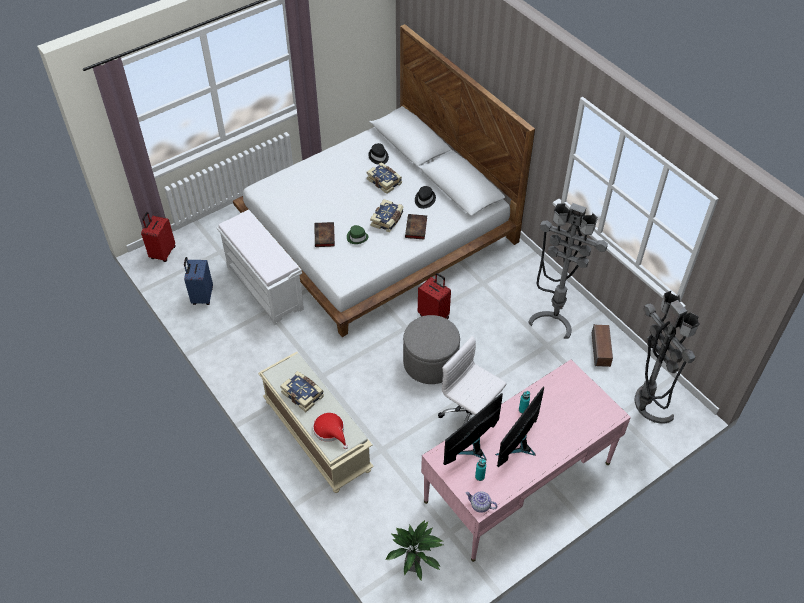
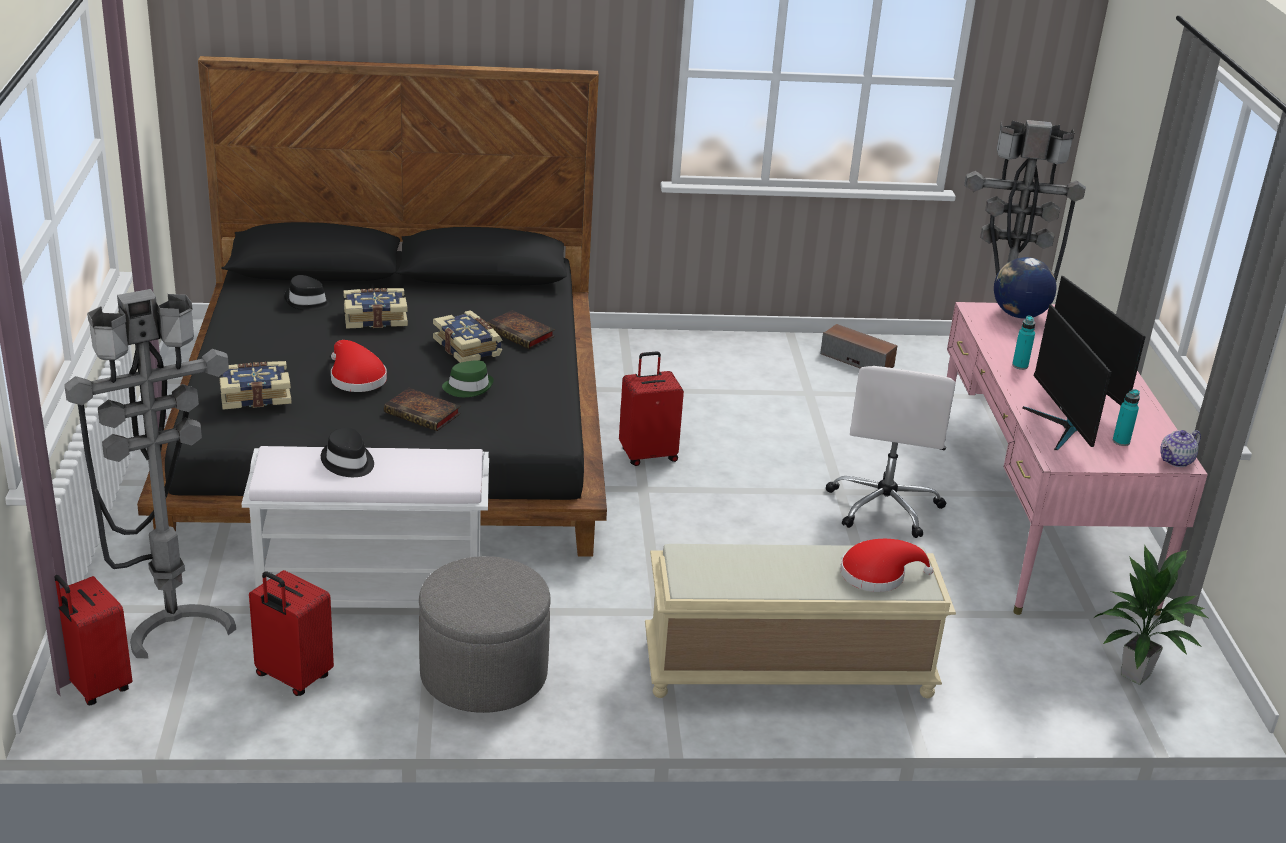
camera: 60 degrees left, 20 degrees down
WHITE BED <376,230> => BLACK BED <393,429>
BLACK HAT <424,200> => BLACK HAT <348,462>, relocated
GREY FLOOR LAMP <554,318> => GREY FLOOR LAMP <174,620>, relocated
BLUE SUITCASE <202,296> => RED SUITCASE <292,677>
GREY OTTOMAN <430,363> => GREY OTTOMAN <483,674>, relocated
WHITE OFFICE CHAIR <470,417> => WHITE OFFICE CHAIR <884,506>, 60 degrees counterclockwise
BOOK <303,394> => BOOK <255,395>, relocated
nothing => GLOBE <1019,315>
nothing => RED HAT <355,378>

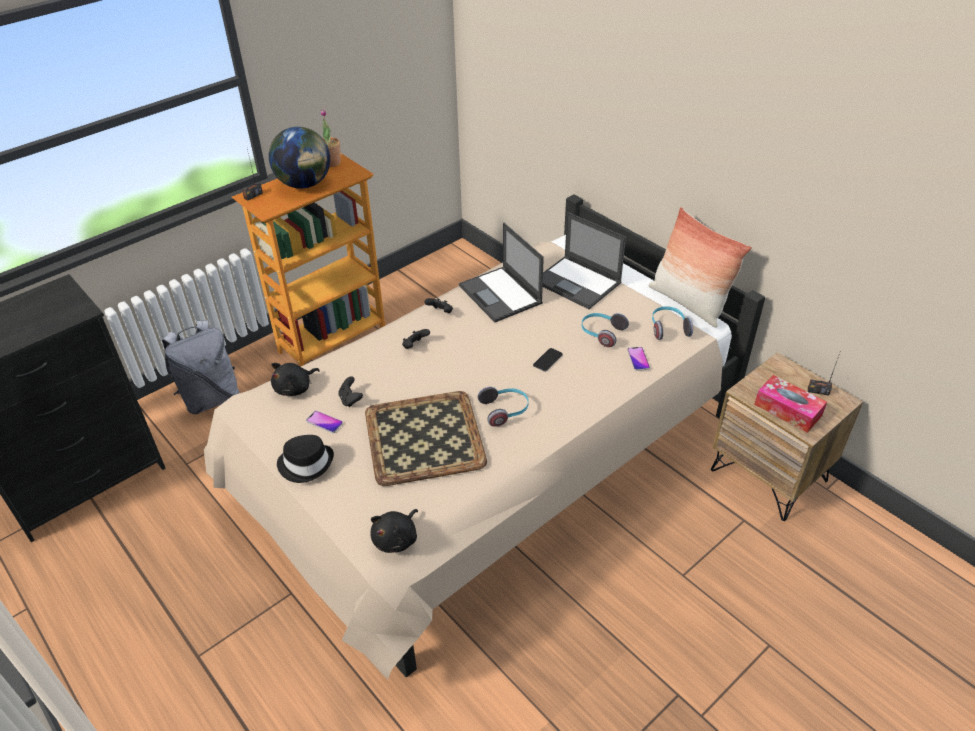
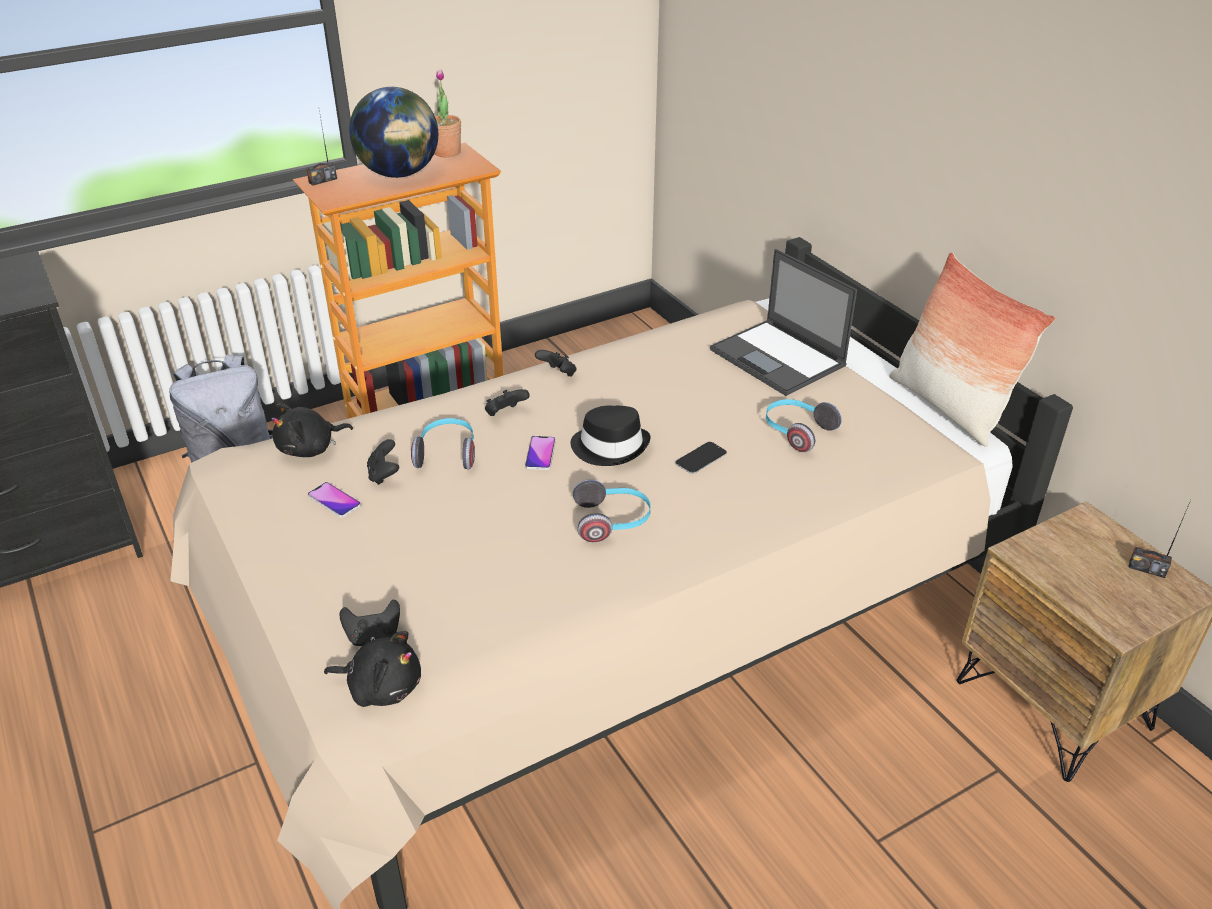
camera: 10 degrees right, 5 degrees down
LAPTOP <501,295> => nothing
HEADPHONES <668,328> => HEADPHONES <447,453>, relocated
PHONE <638,359> => PHONE <540,454>, relocated
TISSUE BOX <787,410> => nothing
TRAY <423,437> => nothing
BLACK HAT <306,463> => BLACK HAT <610,446>, relocated
BLACK PLUSH TOY <397,539> => BLACK PLUSH TOY <382,687>, 120 degrees counterclockwise
nothing => BLACK GAME CONTROLLER <373,636>

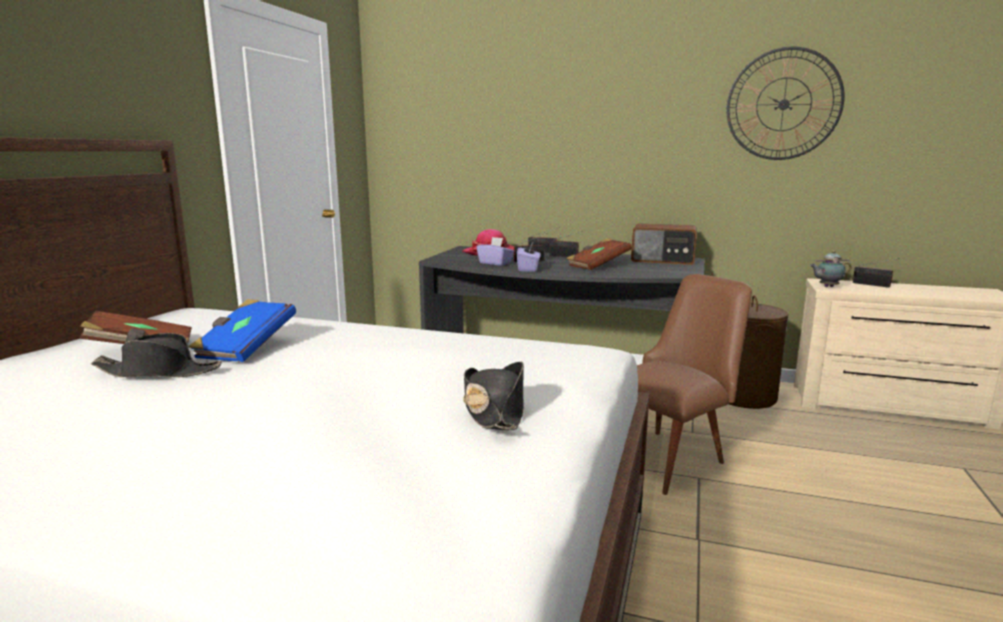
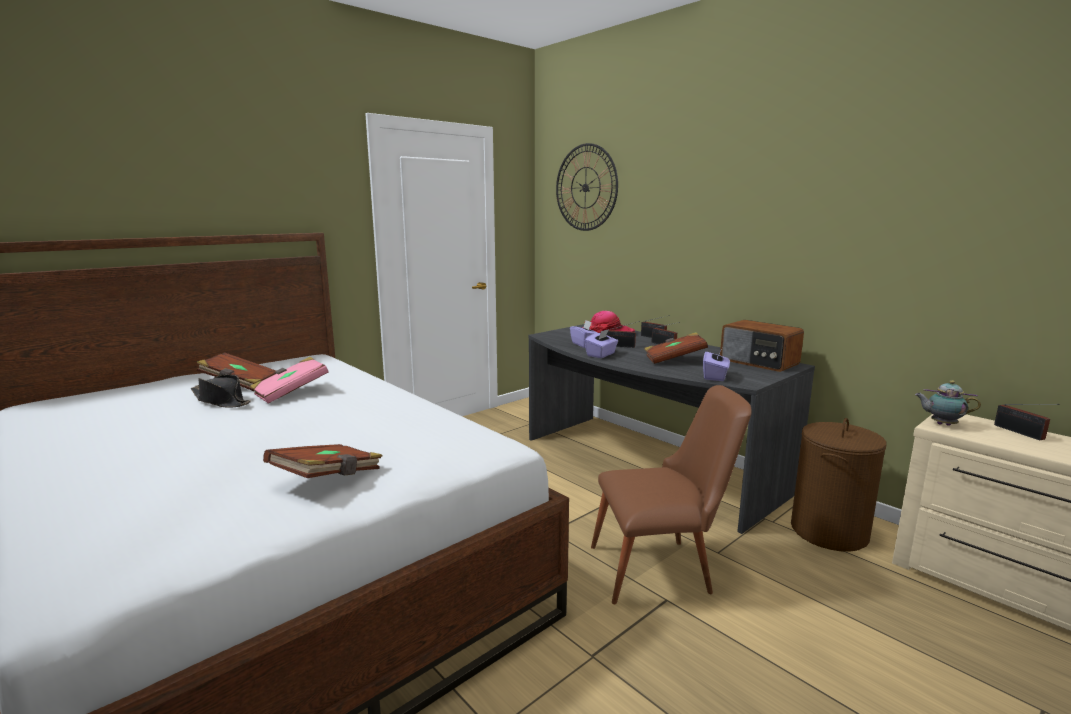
camera: 30 degrees right, 0 degrees up
WALL CLOCK <783,104> => WALL CLOCK <585,187>, relocated
BLUE BOOK <246,348> => PINK BOOK <290,393>
BLACK HAT <494,410> => BROWN BOOK <328,479>
nothing => PURPLE TISSUE BOX <715,376>

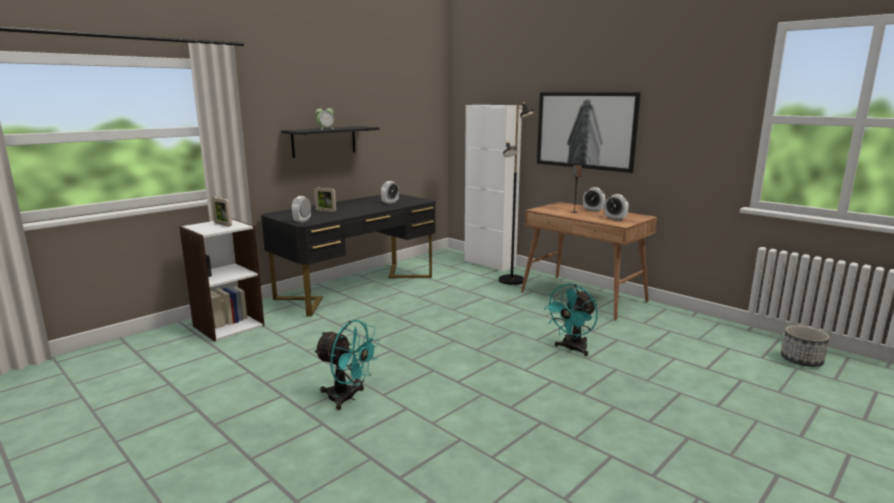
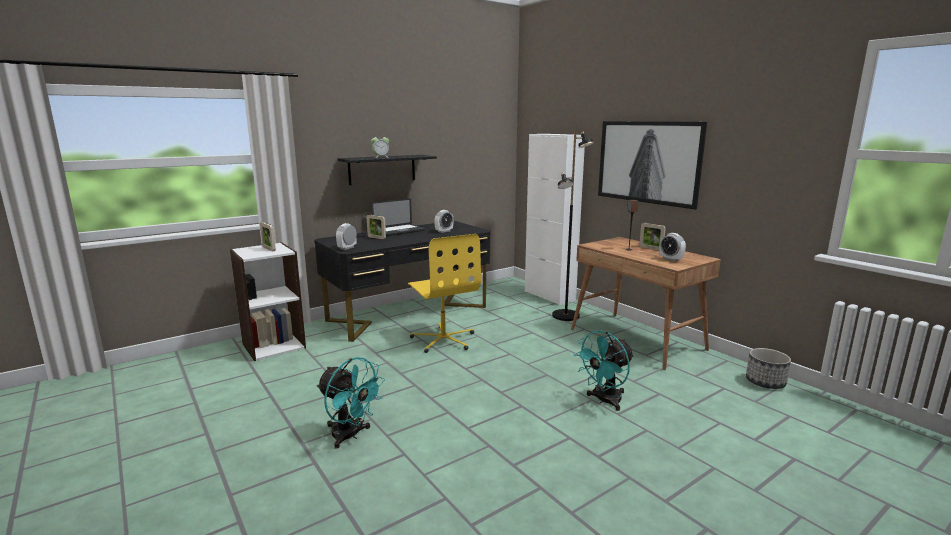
camera: 10 degrees right, 0 degrees up
ALARM CLOCK <593,210> => PICTURE FRAME <651,248>
PLANTER <801,360> => PLANTER <765,382>, relocated
nothing => LAPTOP <399,231>
nothing => YELLOW OFFICE CHAIR <443,339>

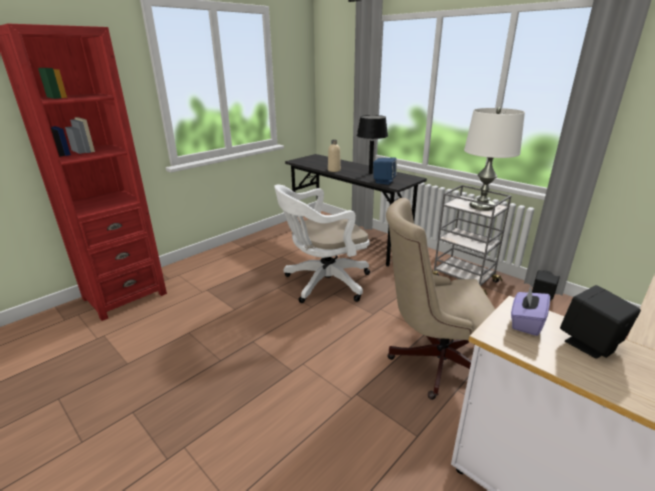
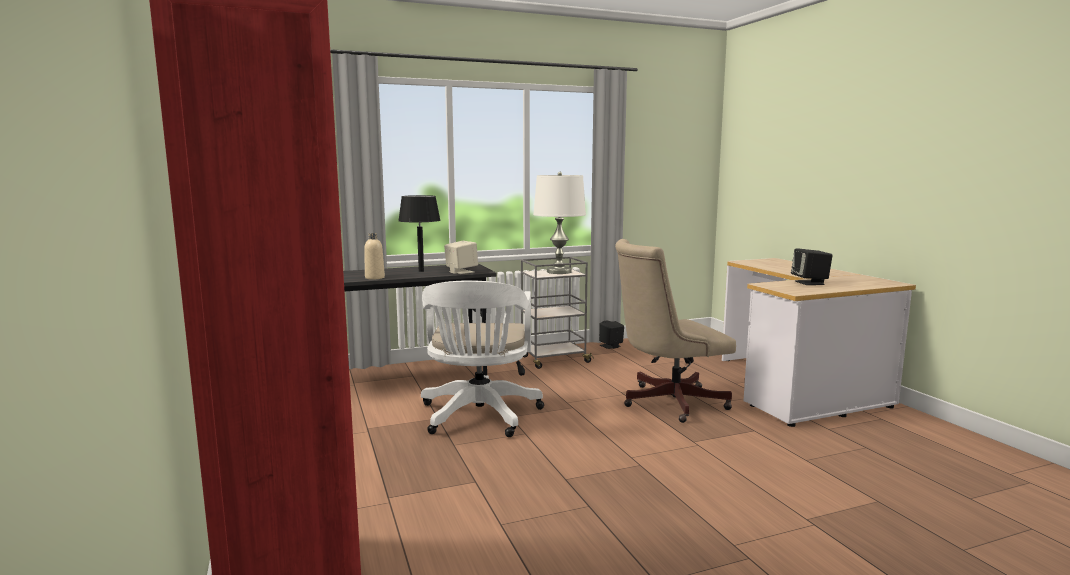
camera: 65 degrees left, 15 degrees down
BLUE SPEAKER <384,181> => BEIGE SPEAKER <461,272>
BEIGE OFFICE CHAIR <433,361> => BEIGE OFFICE CHAIR <667,402>, 45 degrees clockwise
PURPLE TISSUE BOX <526,322> => nothing

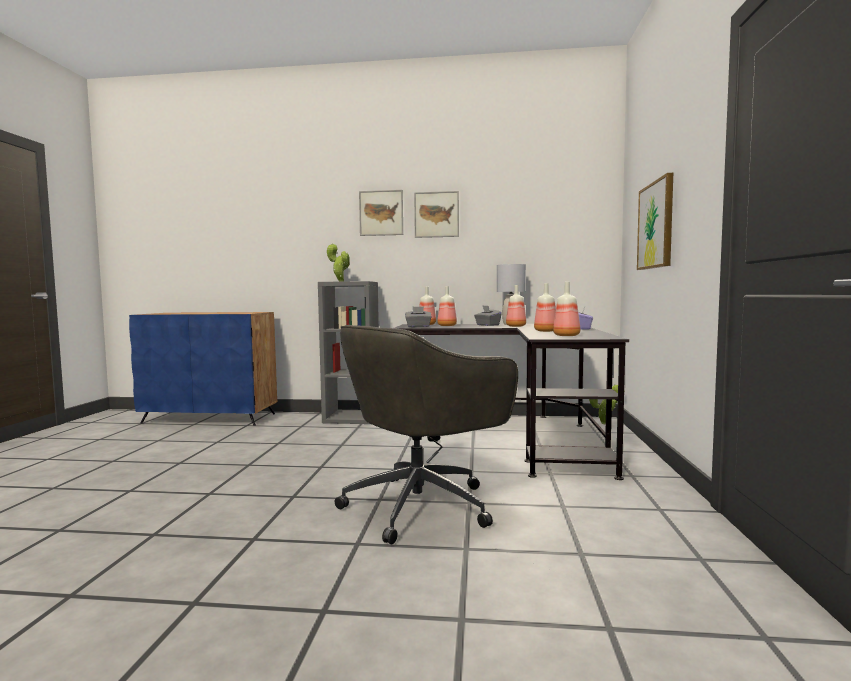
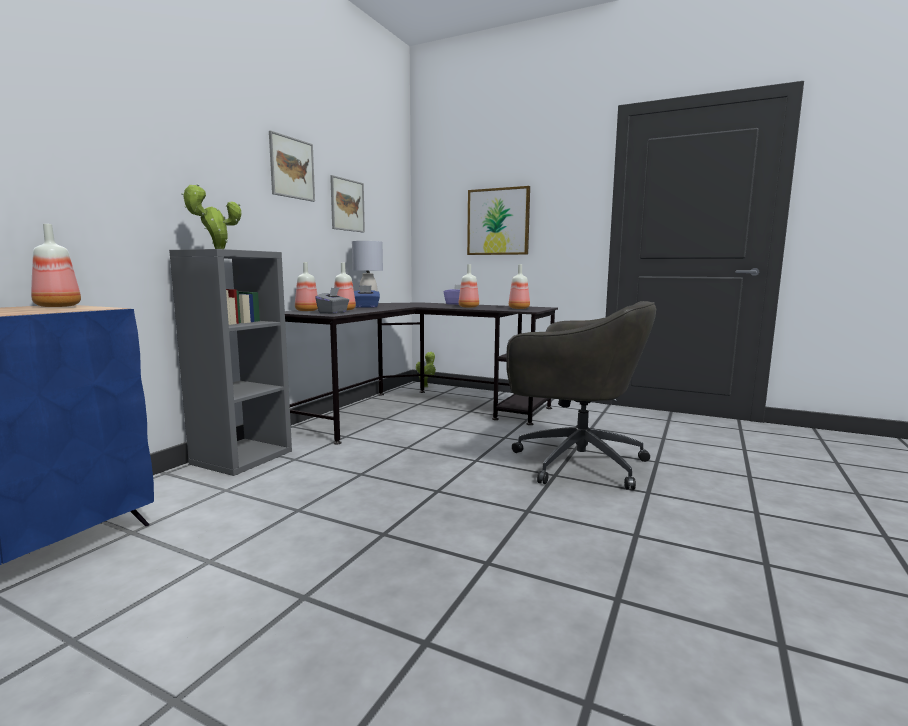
camera: 70 degrees left, 5 degrees up
PICTURE <381,213> => PICTURE <347,205>, relocated
BOTTLE <515,326> => BOTTLE <58,306>, relocated
GREY TISSUE BOX <487,325> => BLUE TISSUE BOX <366,307>
GREY OFFICE CHAIR <422,505> => GREY OFFICE CHAIR <575,462>, 45 degrees counterclockwise

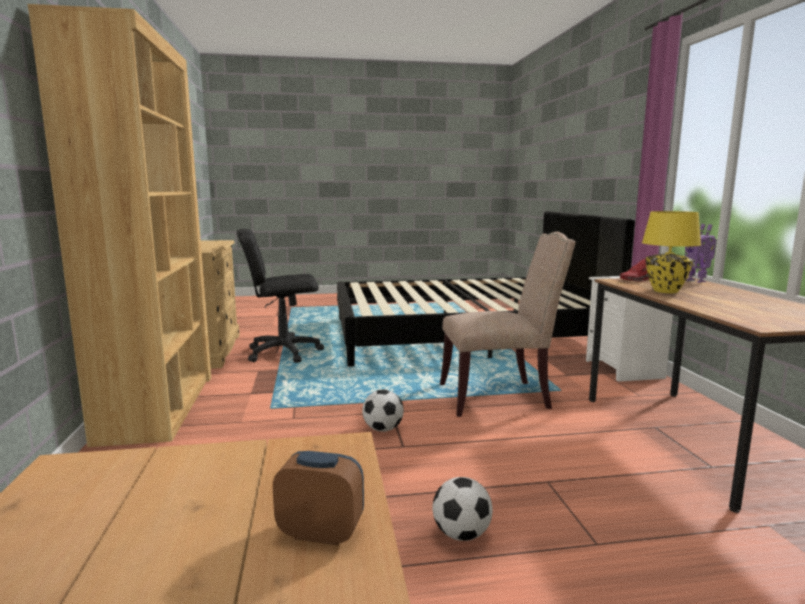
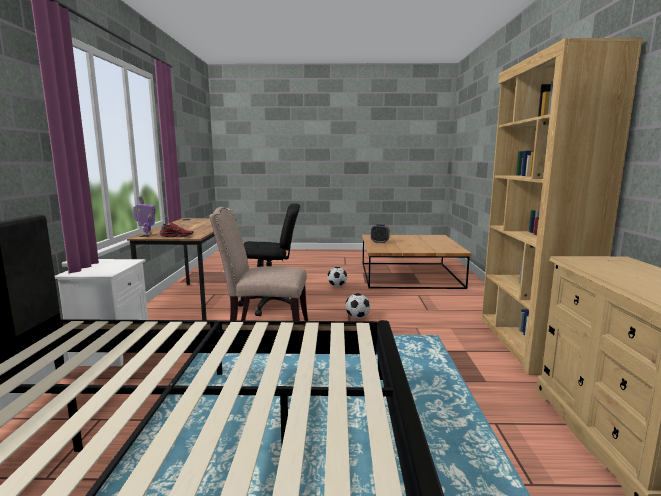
camera: 170 degrees left, 0 degrees up
YELLOW TABLE LAMP <665,291> => nothing
BLACK OFFICE CHAIR <283,352> => BLACK OFFICE CHAIR <270,305>, relocated

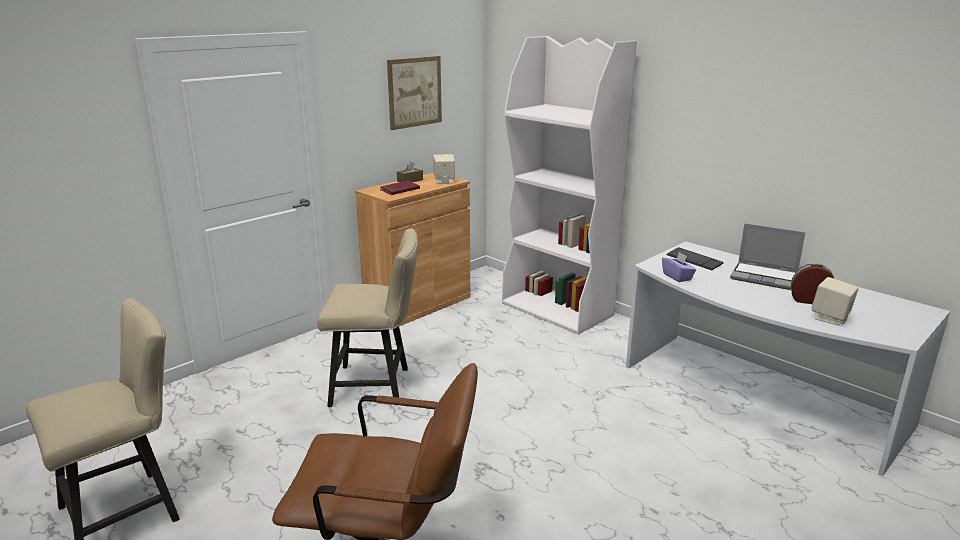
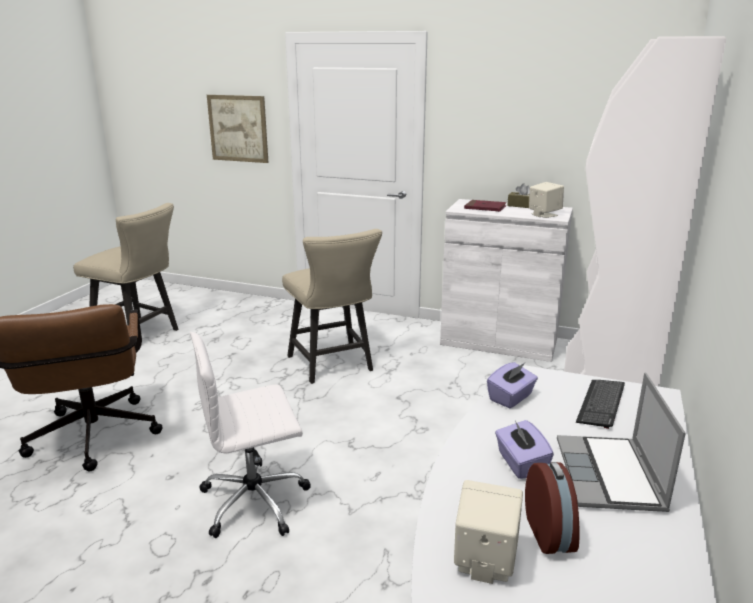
camera: 65 degrees right, 0 degrees up
PICTURE <414,92> => PICTURE <238,128>, relocated
BROWN CABINET <418,304> => WHITE CABINET <499,341>
nothing => WHITE OFFICE CHAIR <256,501>
nothing => PURPLE TISSUE BOX <520,463>

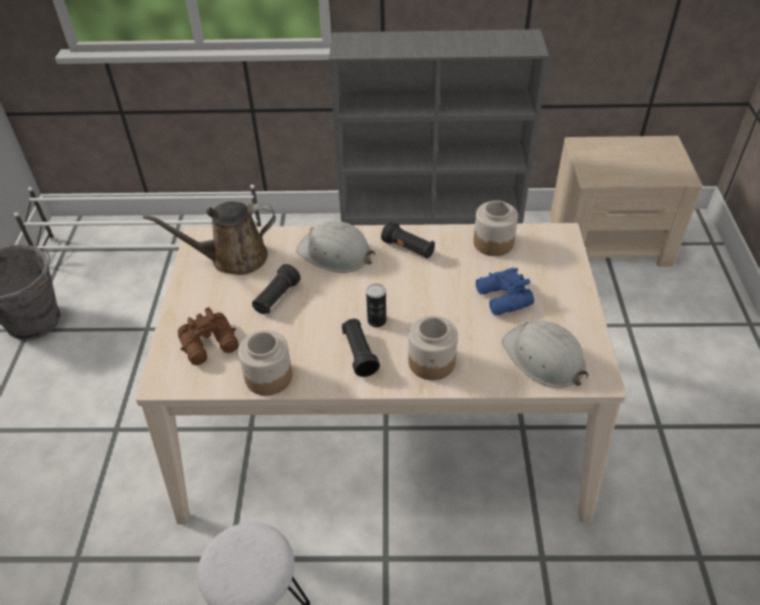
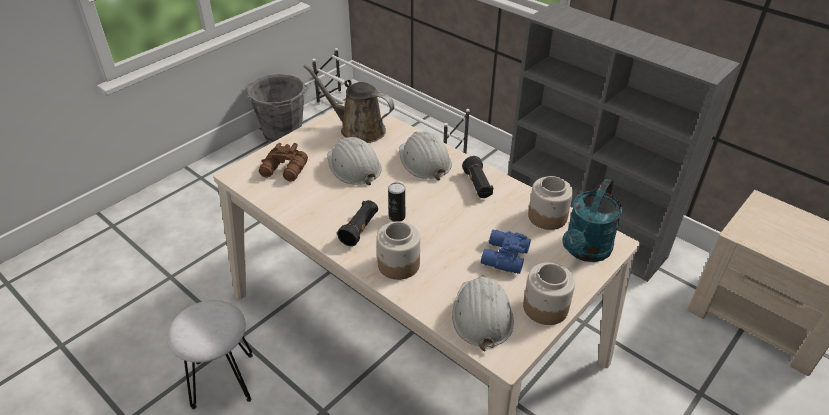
camera: 40 degrees right, 5 degrees down
BLACK FLASHLIGHT <276,298> => WHITE HARD HAT <353,166>
JAR <268,377> => JAR <545,308>, relocated
nothing => TURQUOISE WATERING CAN <585,251>

